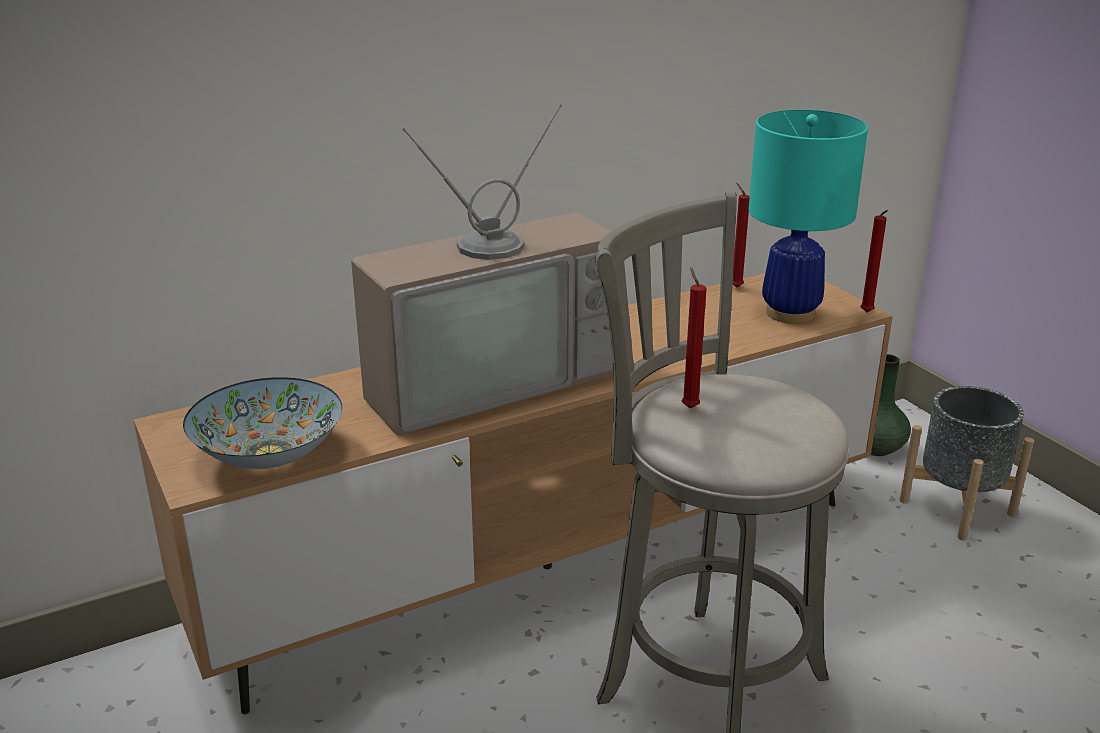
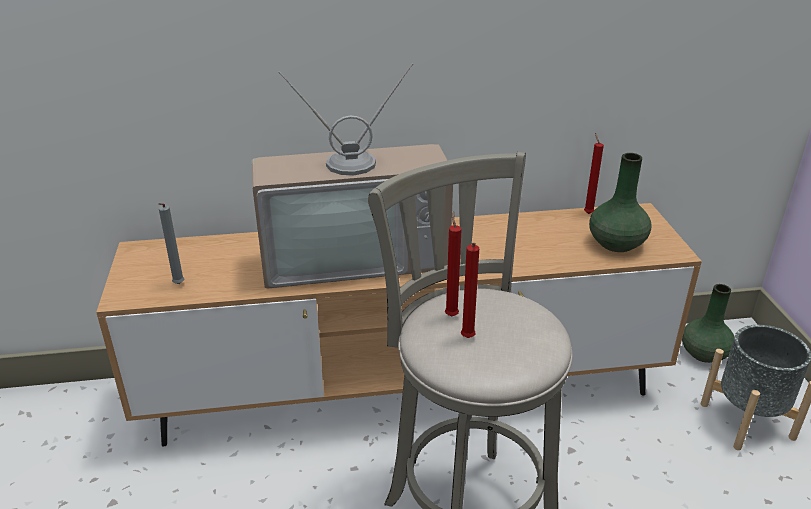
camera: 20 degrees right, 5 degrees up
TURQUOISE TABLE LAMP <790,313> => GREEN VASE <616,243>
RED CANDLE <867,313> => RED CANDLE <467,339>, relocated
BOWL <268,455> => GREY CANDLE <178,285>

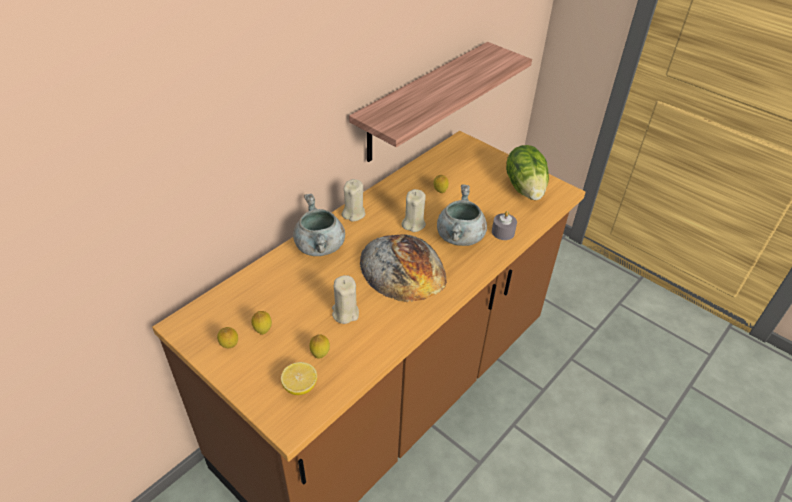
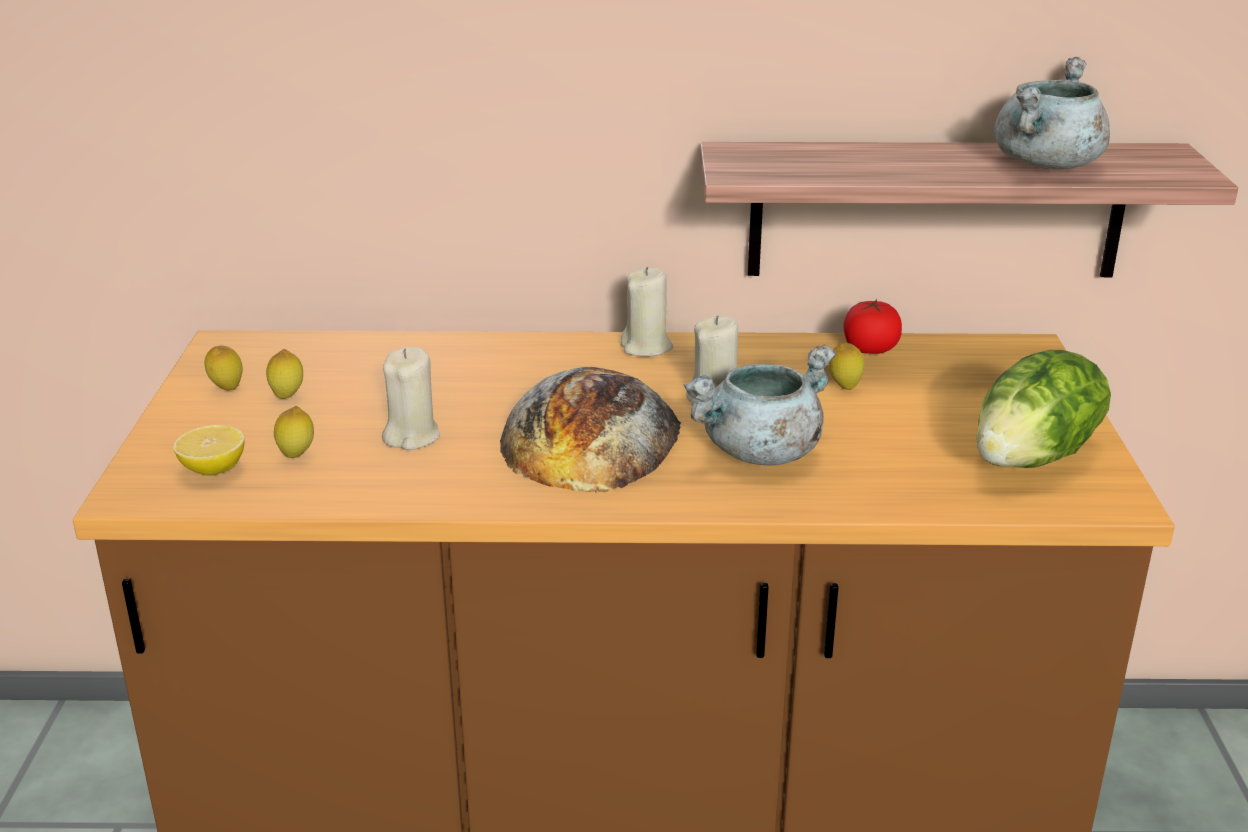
camera: 50 degrees right, 15 degrees down
GREY COOKING POT <320,247> => GREY COOKING POT <1047,165>, relocated
GREY CANDLE <503,232> => nothing
nothing => TOMATO <870,350>

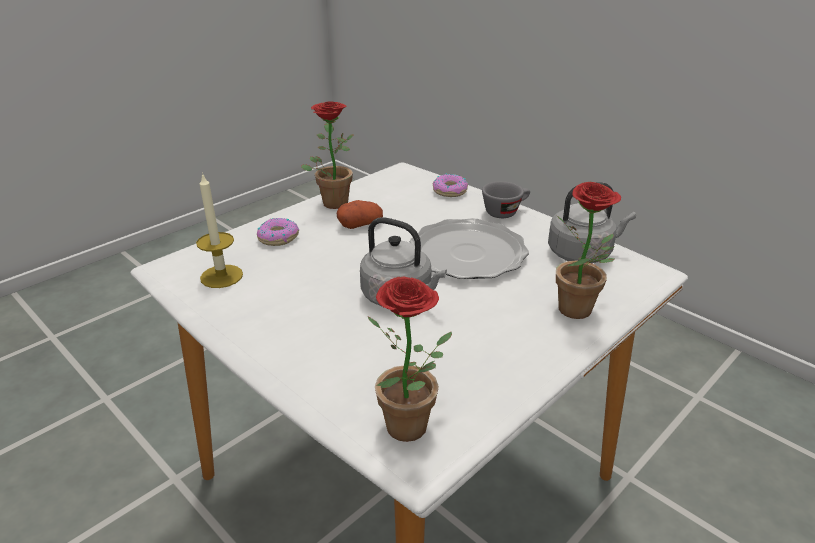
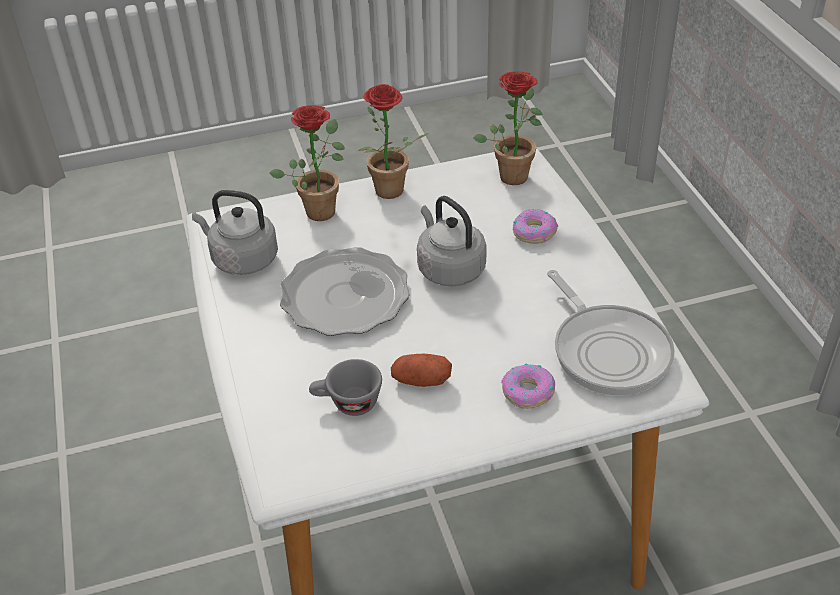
camera: 150 degrees left, 10 degrees up
POTTED PLANT <333,201> => POTTED PLANT <389,194>, relocated
CANDLE <221,276> => FRYING PAN <608,350>
DONUT <450,191> => DONUT <534,232>, relocated
GREY CUP <505,211> => GREY CUP <347,404>, relocated

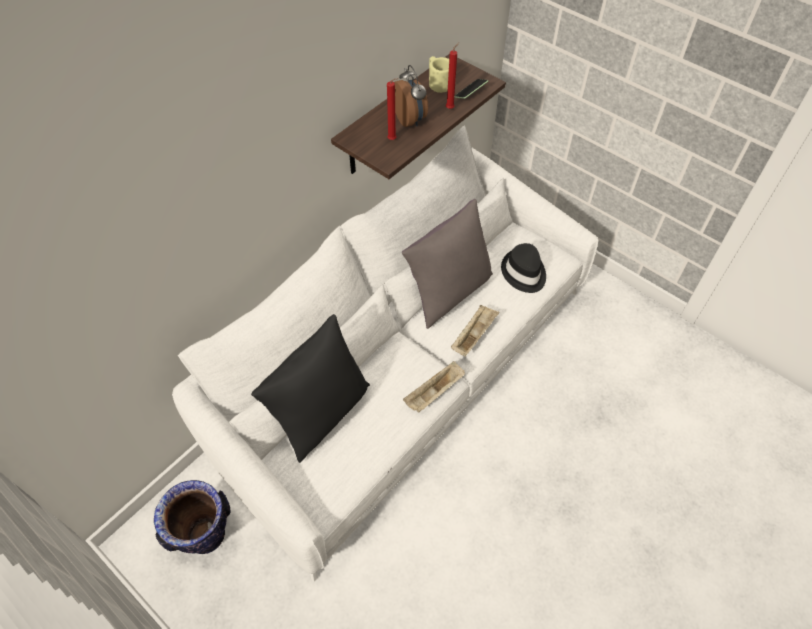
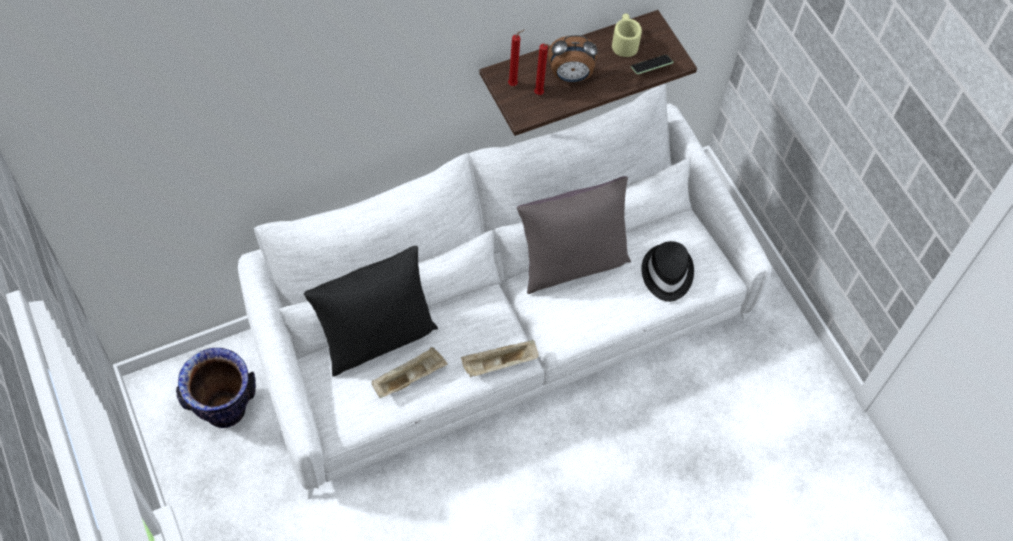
camera: 20 degrees right, 5 degrees up
RED CANDLE <451,108> => RED CANDLE <514,84>, relocated
ALARM CLOCK <410,119> => ALARM CLOCK <570,77>, 90 degrees clockwise
BEIGE TRAY <474,335> => BEIGE TRAY <410,378>, relocated

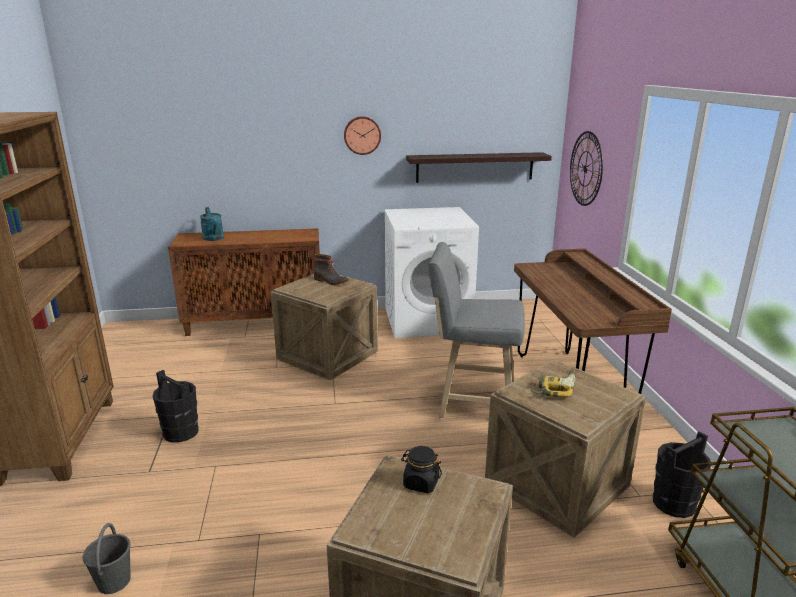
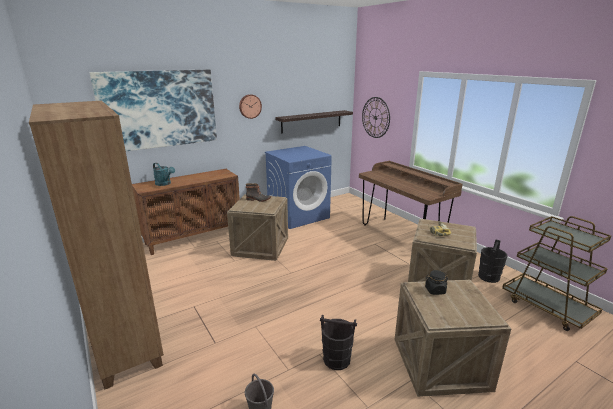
camera: 25 degrees left, 0 degrees up
WHITE WASHING MACHINE <428,320> => BLUE WASHING MACHINE <298,215>
GREY STOOL <472,402> => nothing
BLACK BUCKET <180,432> => BLACK BUCKET <336,359>, relocated
nothing => PICTURE <159,109>

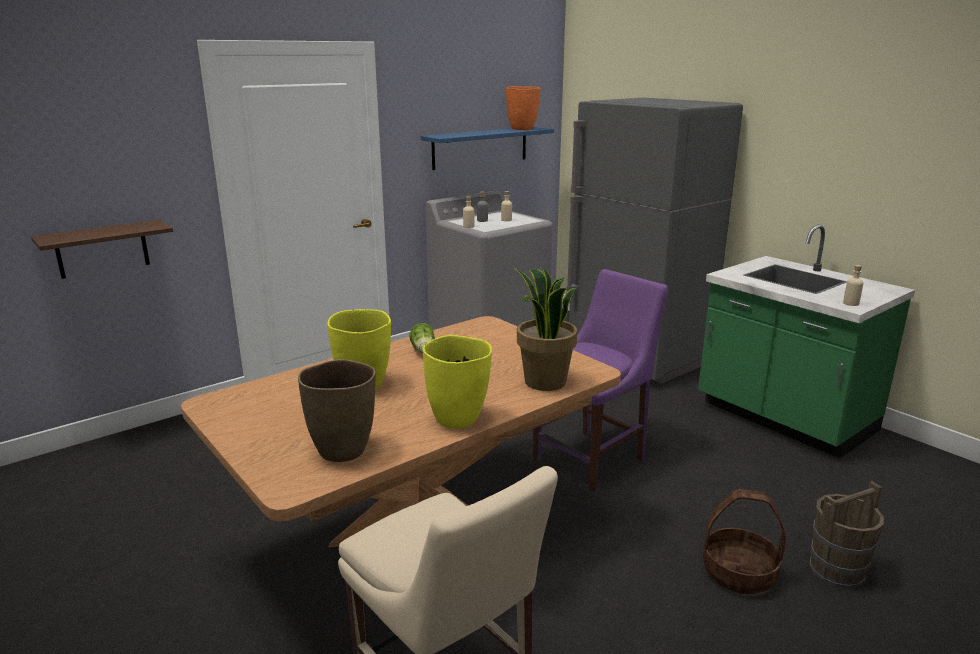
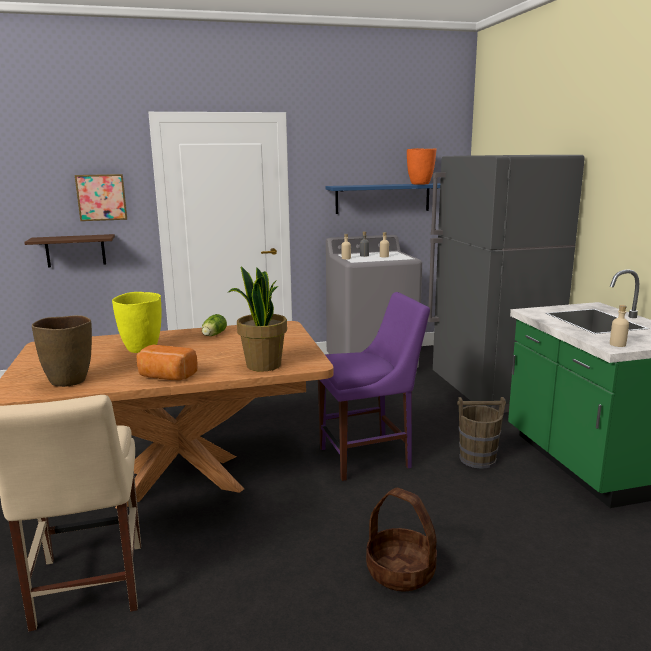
camera: 25 degrees right, 5 degrees down
YELLOW VASE <458,419> => BREAD <166,377>
BROWN BUCKET <837,571> => BROWN BUCKET <478,459>, relocated
nothing => PICTURE <101,197>

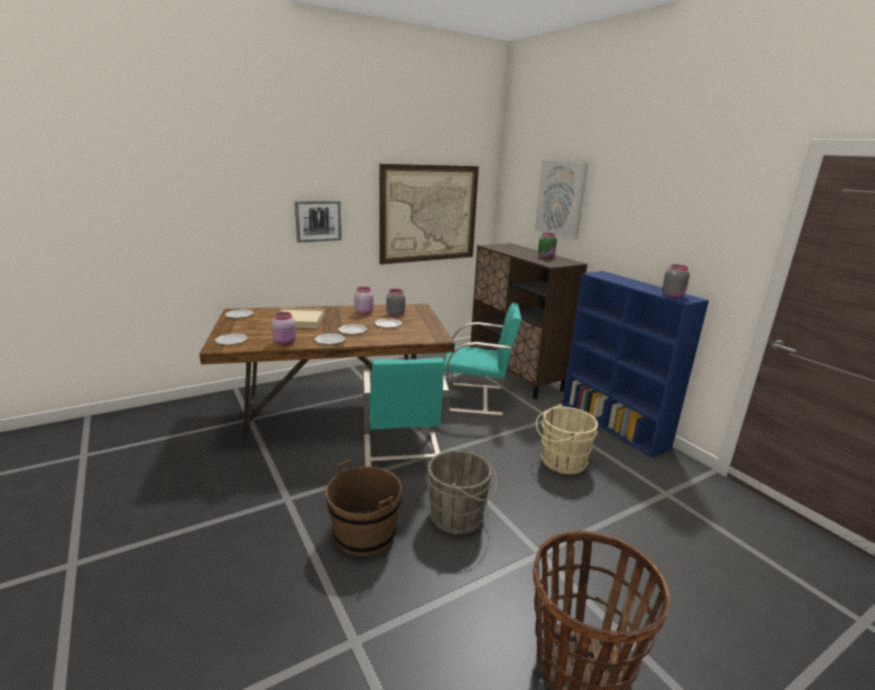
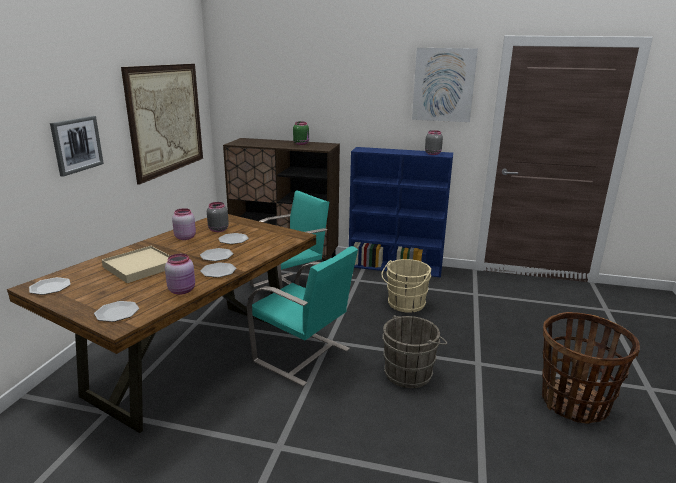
camera: 45 degrees left, 0 degrees up
PICTURE <561,198> => PICTURE <443,85>, relocated
BROWN BUCKET <364,534> => nothing

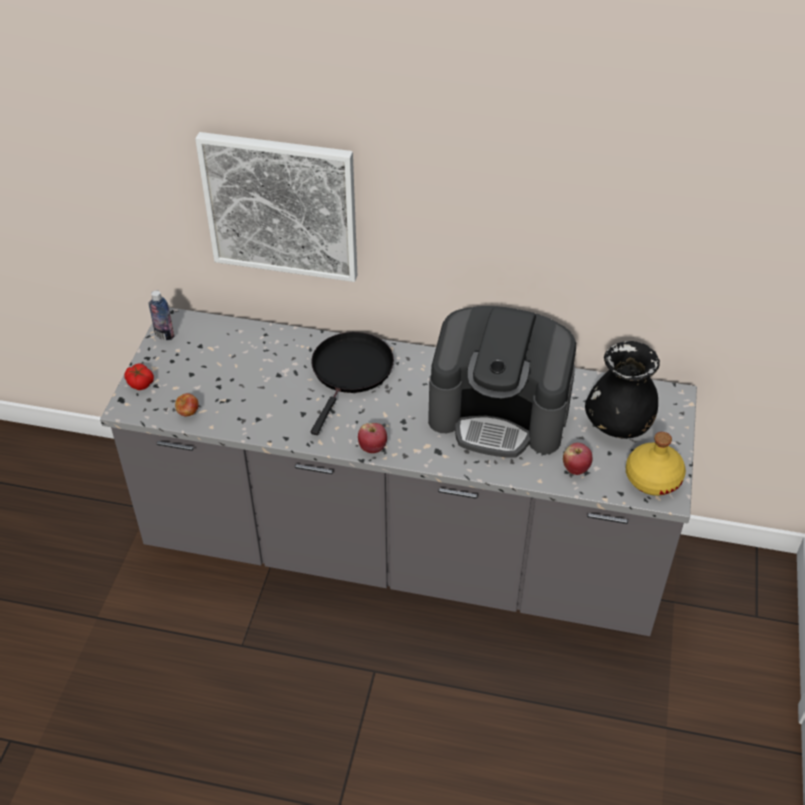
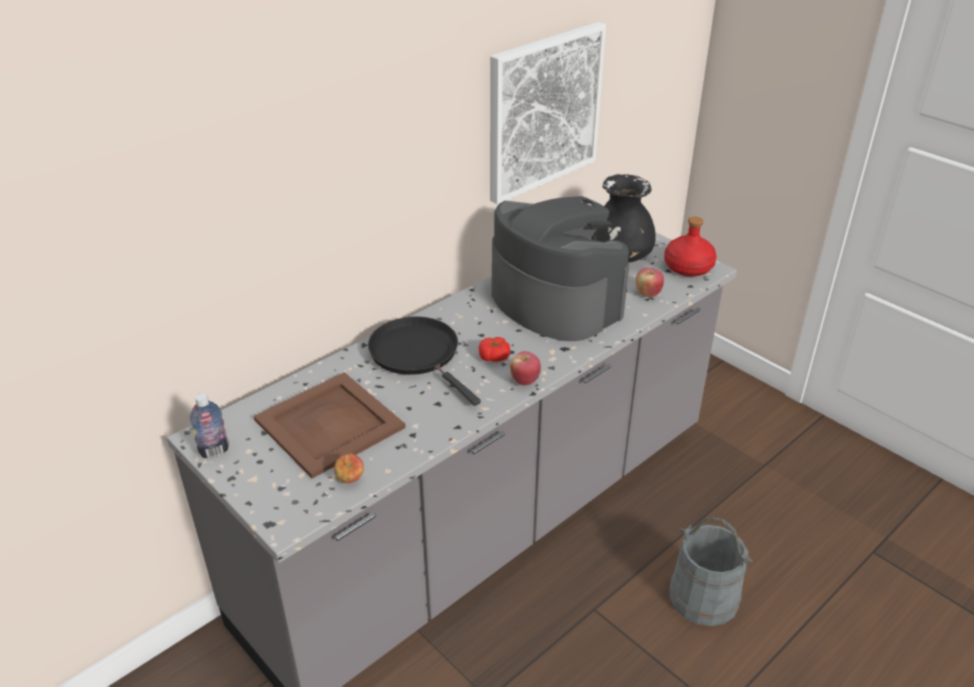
camera: 55 degrees left, 10 degrees down
PICTURE <281,206> => PICTURE <543,111>, relocated
COFFEE MACHINE <500,413> => COFFEE MACHINE <554,301>, 90 degrees counterclockwise
TOMATO <140,382> => TOMATO <494,357>, relocated
YELLOW BOTTLE <652,478> => RED BOTTLE <687,267>
nothing => BROWN TRAY <331,424>
nothing => GREY BUCKET <704,596>

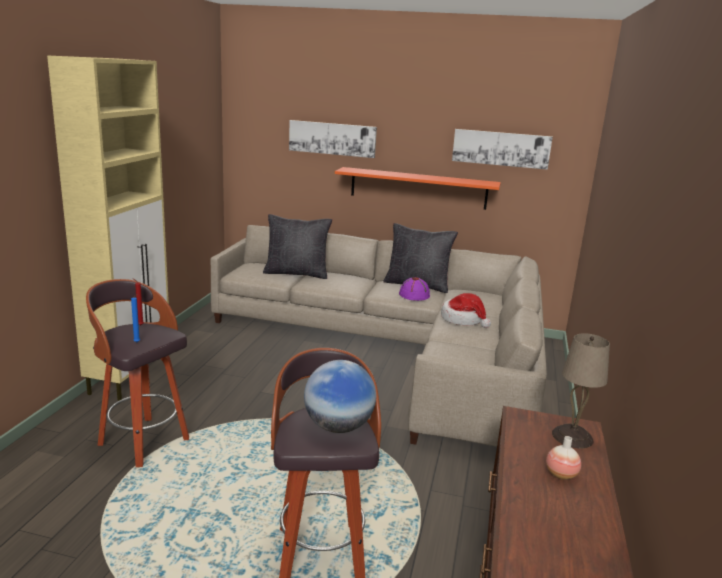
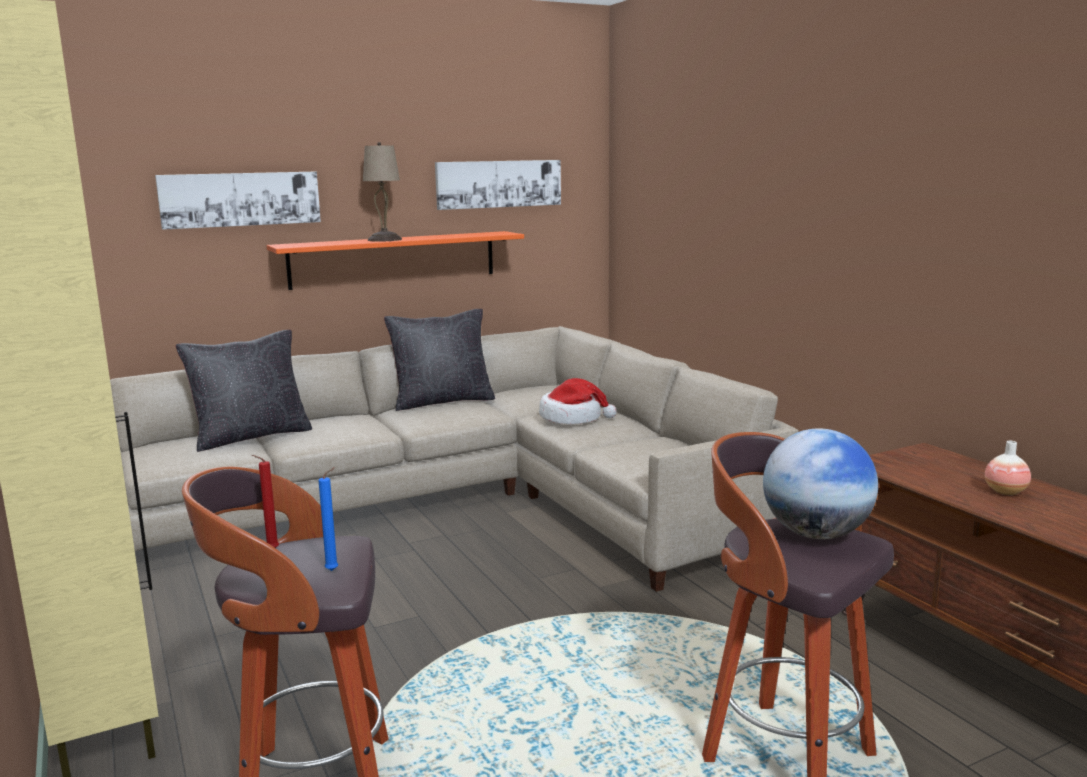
camera: 40 degrees left, 5 degrees down
PURPLE HAT <414,295> => nothing
BEIGE TABLE LAMP <573,436> => BEIGE TABLE LAMP <385,239>, relocated

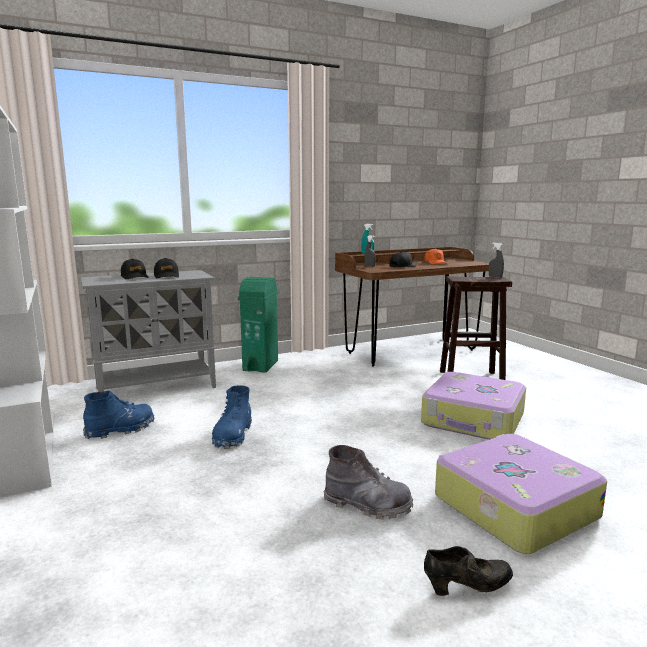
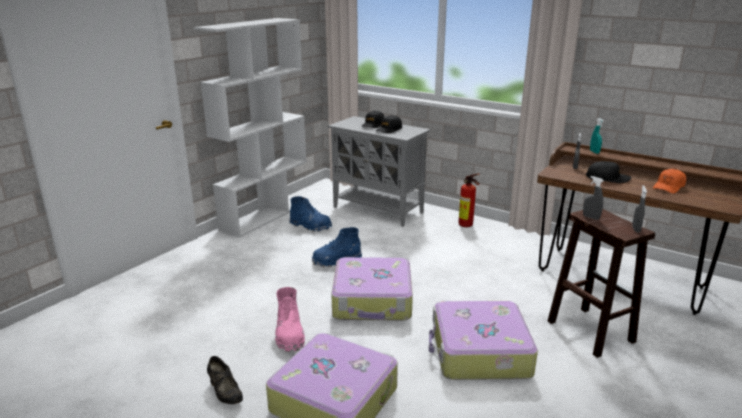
camera: 60 degrees right, 10 degrees up
GREEN TRASH CAN <261,365> => FIRE EXTINGUISHER <467,226>
GREY BOOT <367,505> => PINK BOOT <289,335>
nothing => GREY SPRAY BOTTLE <591,217>
nothing => SUITCASE <373,300>

